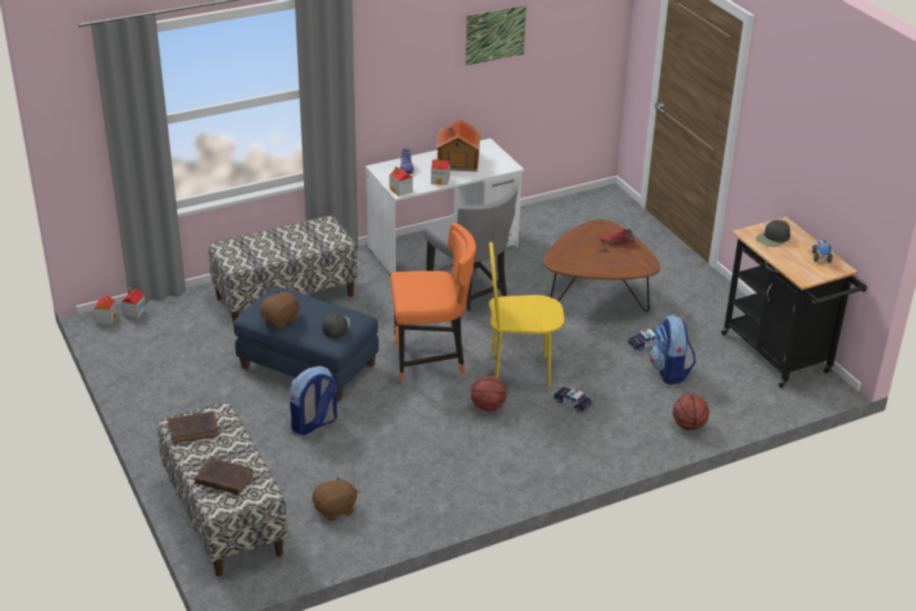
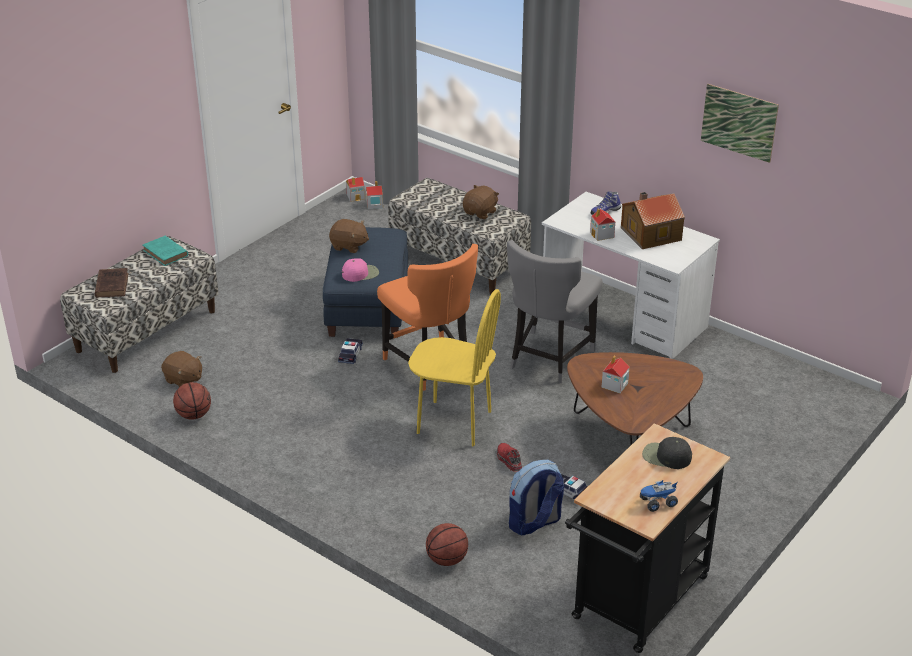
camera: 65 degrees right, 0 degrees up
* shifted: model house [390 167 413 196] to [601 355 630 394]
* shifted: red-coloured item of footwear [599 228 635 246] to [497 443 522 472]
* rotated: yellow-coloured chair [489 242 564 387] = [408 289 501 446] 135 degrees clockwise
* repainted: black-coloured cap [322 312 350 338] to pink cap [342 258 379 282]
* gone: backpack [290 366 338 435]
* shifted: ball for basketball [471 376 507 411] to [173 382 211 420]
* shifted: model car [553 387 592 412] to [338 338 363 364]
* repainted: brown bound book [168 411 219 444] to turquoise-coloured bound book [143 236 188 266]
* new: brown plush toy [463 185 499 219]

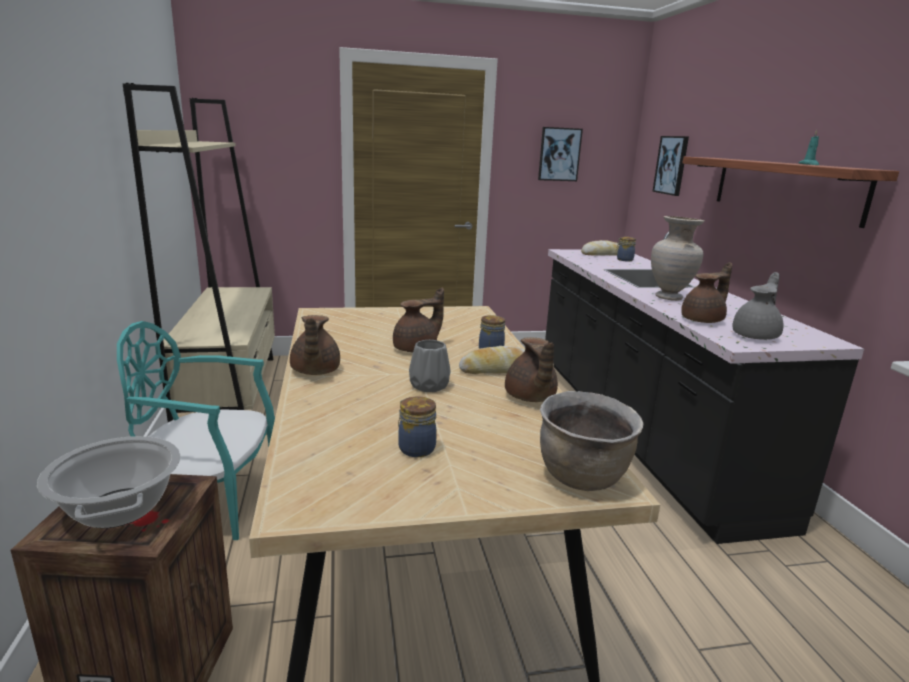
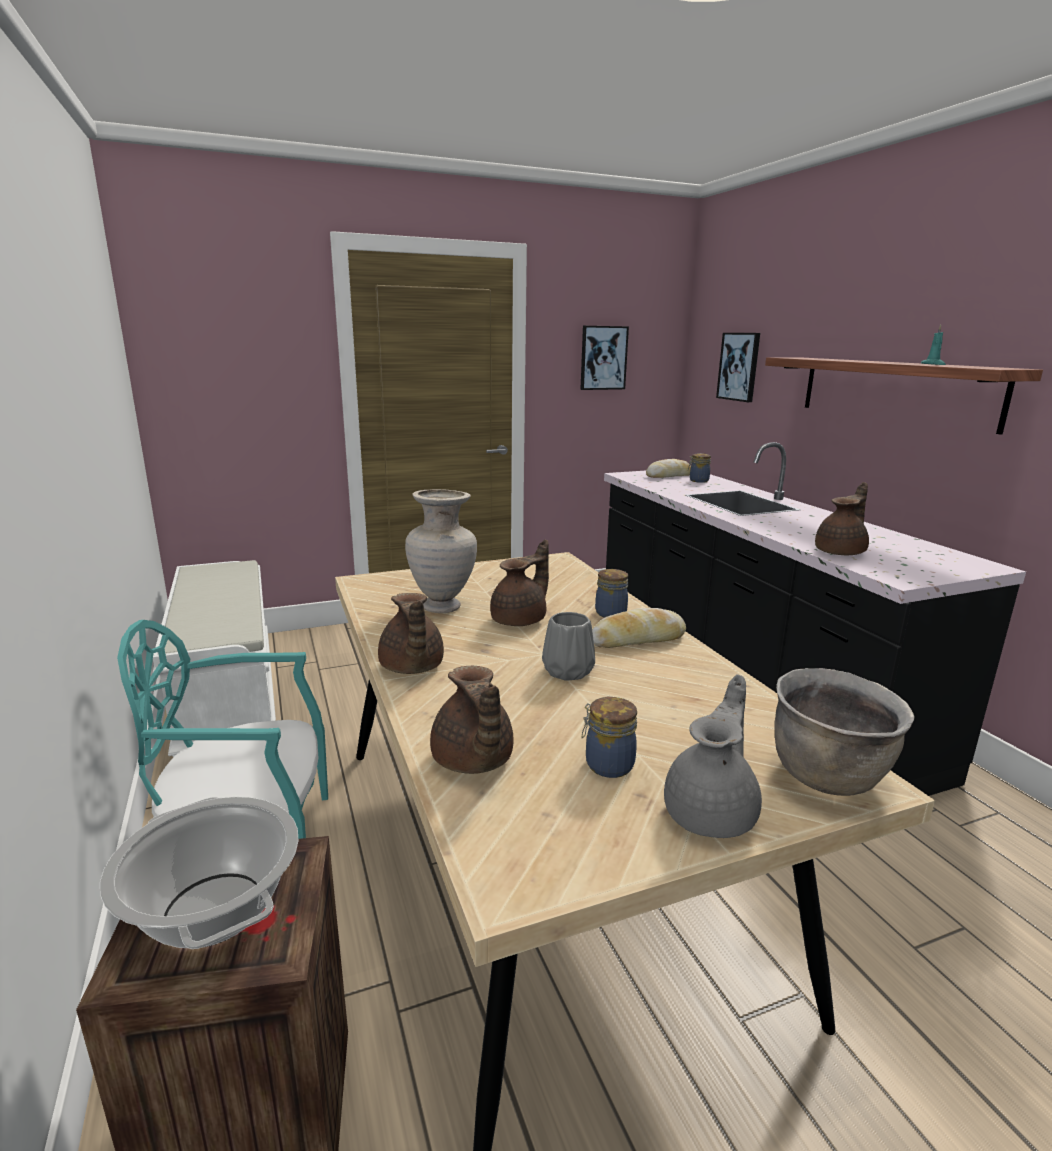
camera: 10 degrees left, 0 degrees up
* swapped: beige bookshelf [123 83 275 422] to white-coloured long seat [153 560 276 757]
* shifted: beige flower vase [651 216 705 301] to [405 489 477 613]
* shifted: grey pot for tea [733 272 783 340] to [664 674 762 838]
* shifted: brown pot for tea [505 337 558 402] to [430 666 514 774]

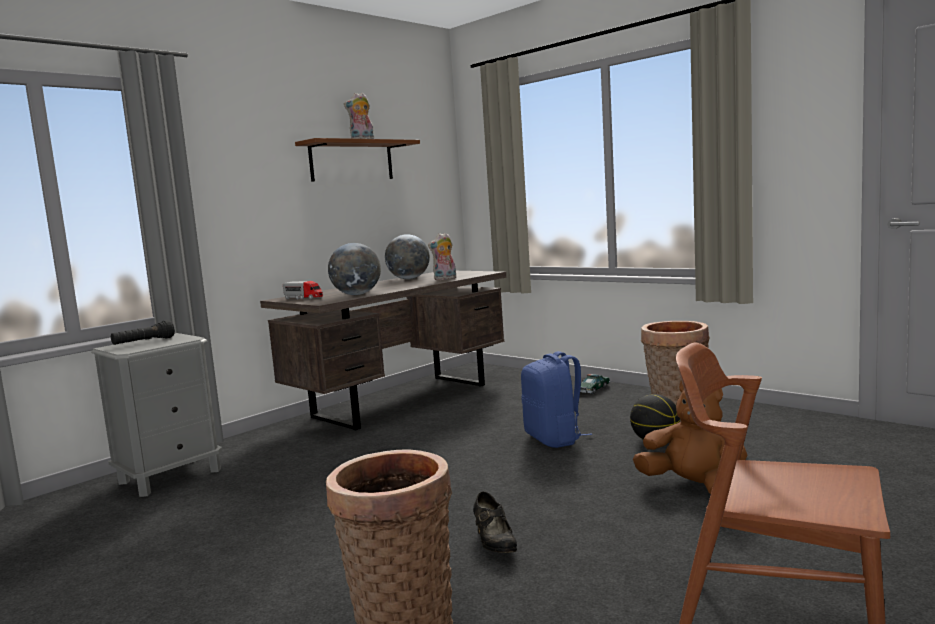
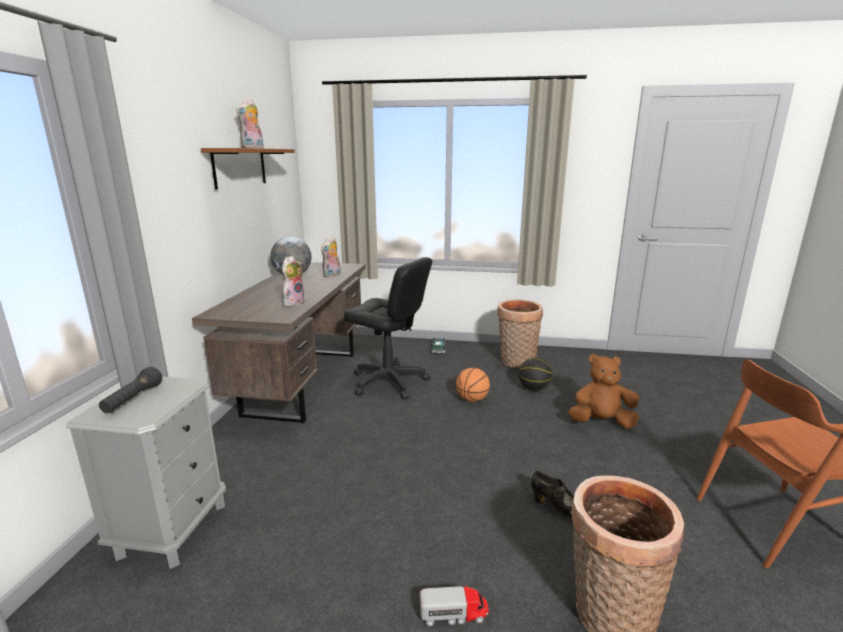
camera: 35 degrees left, 10 degrees up
* swapped: world globe [328 243 381 295] to plush toy [282 256 305 307]
* shifted: toy truck [283 281 323 300] to [420 586 489 626]
* swapped: bluish backpack [521 351 592 448] to ball for basketball [456 368 490 402]
* new: black-coloured computer chair [344 257 432 399]

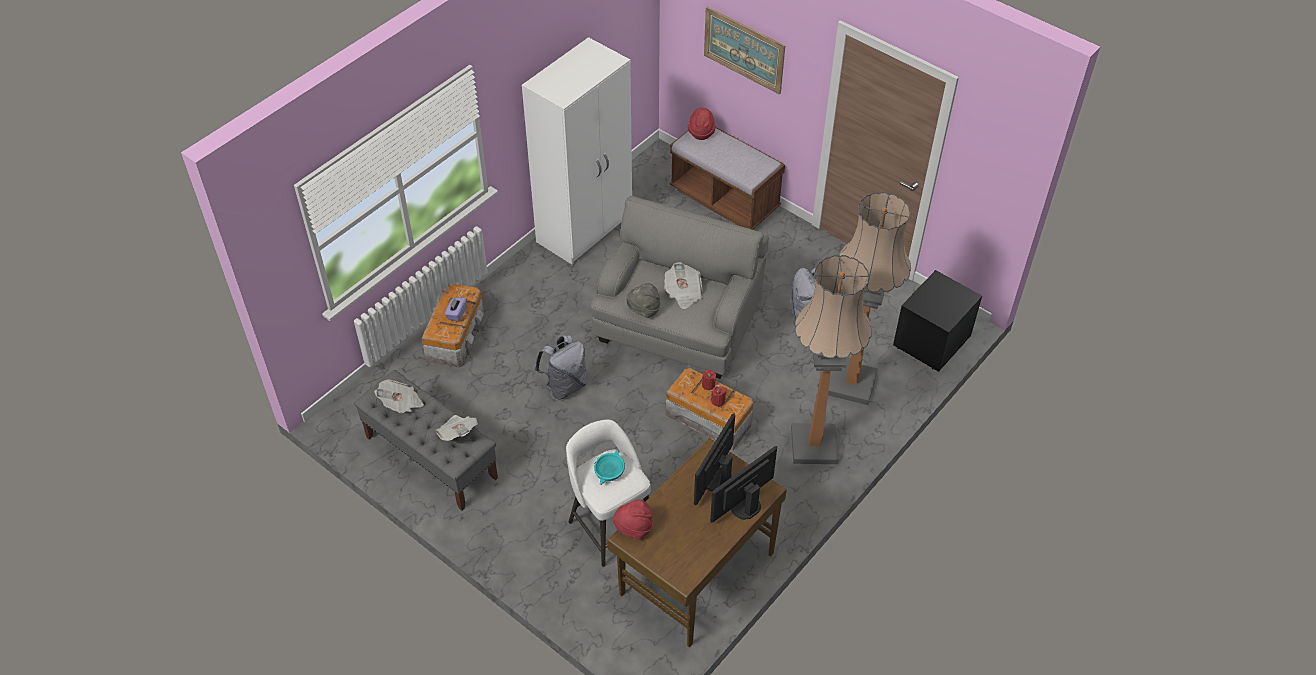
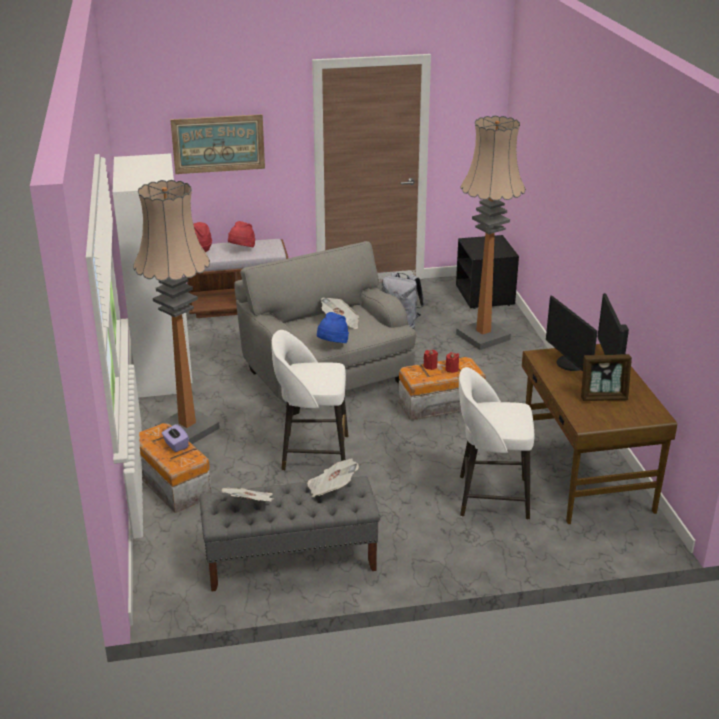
camera: 50 degrees left, 20 degrees down
* shifted: floor lamp [791 255 872 464] to [133 180 220 444]
* repainted: grey wearable hat [626 283 660 318] to bluish wearable hat [317 312 349 343]
* swapped: grey backpack [535 335 587 399] to white-coloured sitting stool [271 330 349 471]
* gone: turquoise-coloured serving bowl [594 450 625 485]
* shifted: red-coloured wearable hat [613 499 653 540] to [228 221 255 247]
* new: photo frame [581 354 632 401]

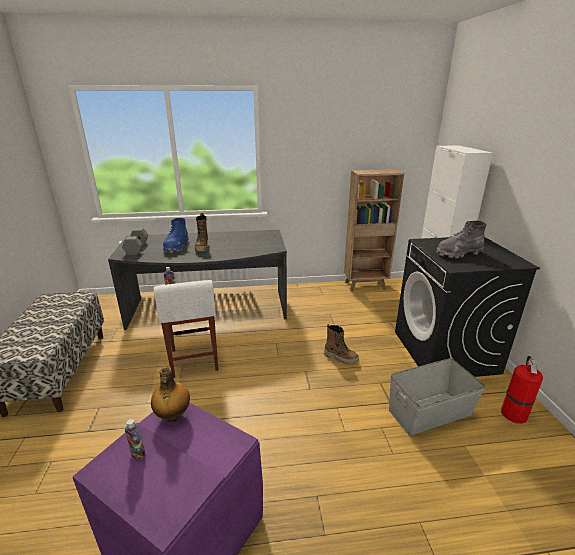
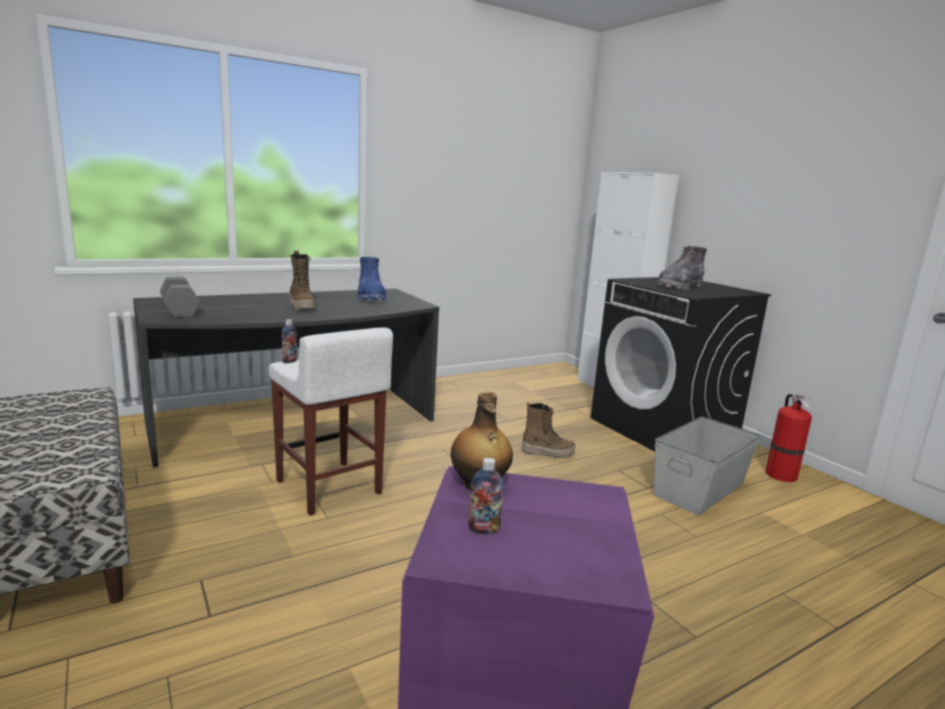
camera: 25 degrees left, 10 degrees down
* gone: brown bookshelf [344 169 404 292]
* shifted: bluish high-top boot [163 218 189 253] to [357 257 386 302]

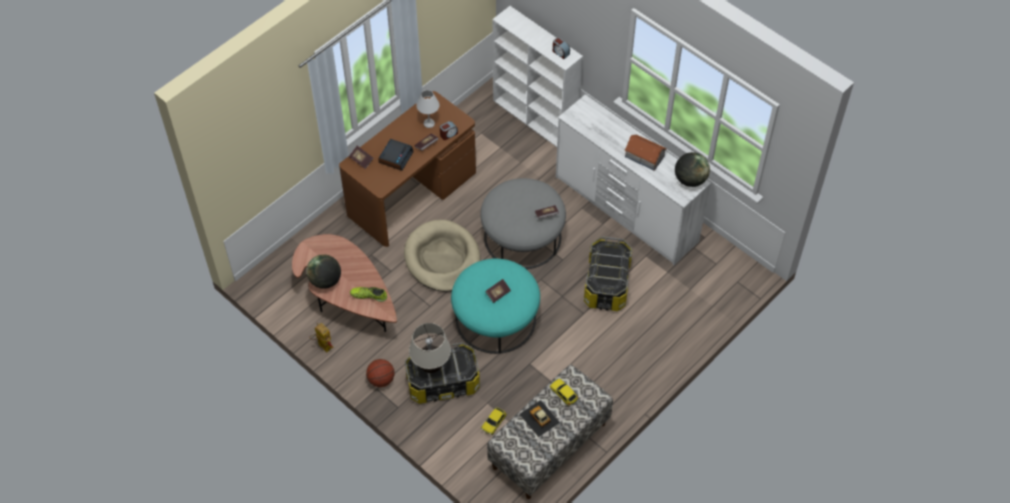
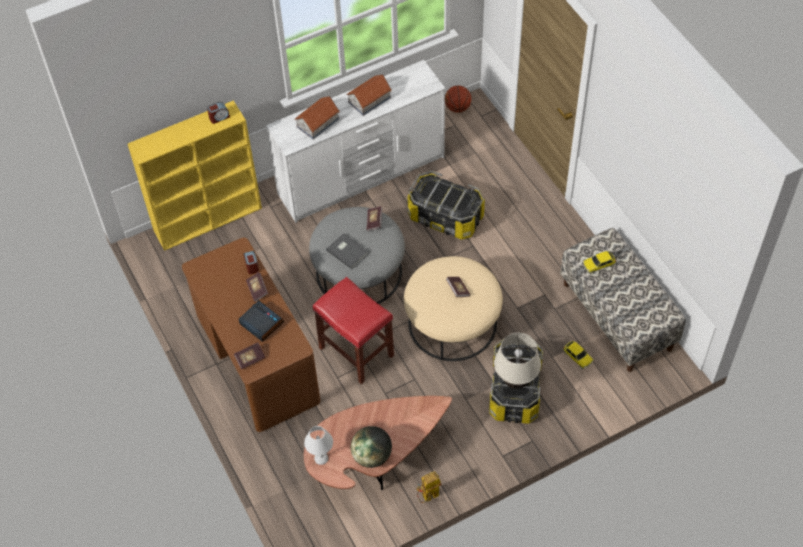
camera: 70 degrees left, 0 degrees up
* repainted: white-coloured bookshelf [492 6 583 147] to yellow-coloured bookshelf [128 100 262 251]
* shifted: white-coloured table lamp [416 90 440 128] to [304 426 333 465]
* gone: world globe [675 152 710 187]
* swapped: beige dog bed [404 220 481 292] to red-coloured sitting stool [313 277 394 384]
* repainted: turquoise-coloured pouffe [451 259 540 354] to beige pouffe [404 256 503 361]
* gone: item of footwear [350 287 387 302]
* shifted: ball for basketball [366 359 395 387] to [445 86 471 113]
* gone: model car [520 400 560 437]
* new: model house [294 96 340 139]
* new: grey bound book [326 233 368 269]

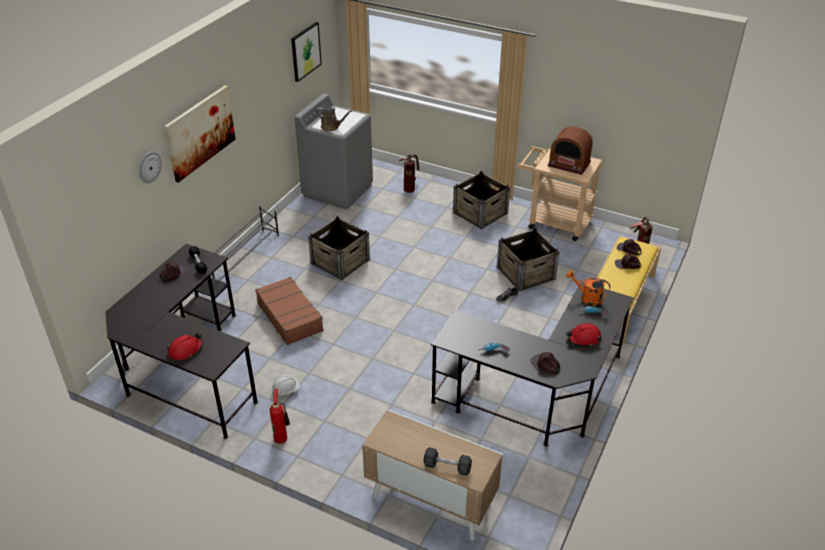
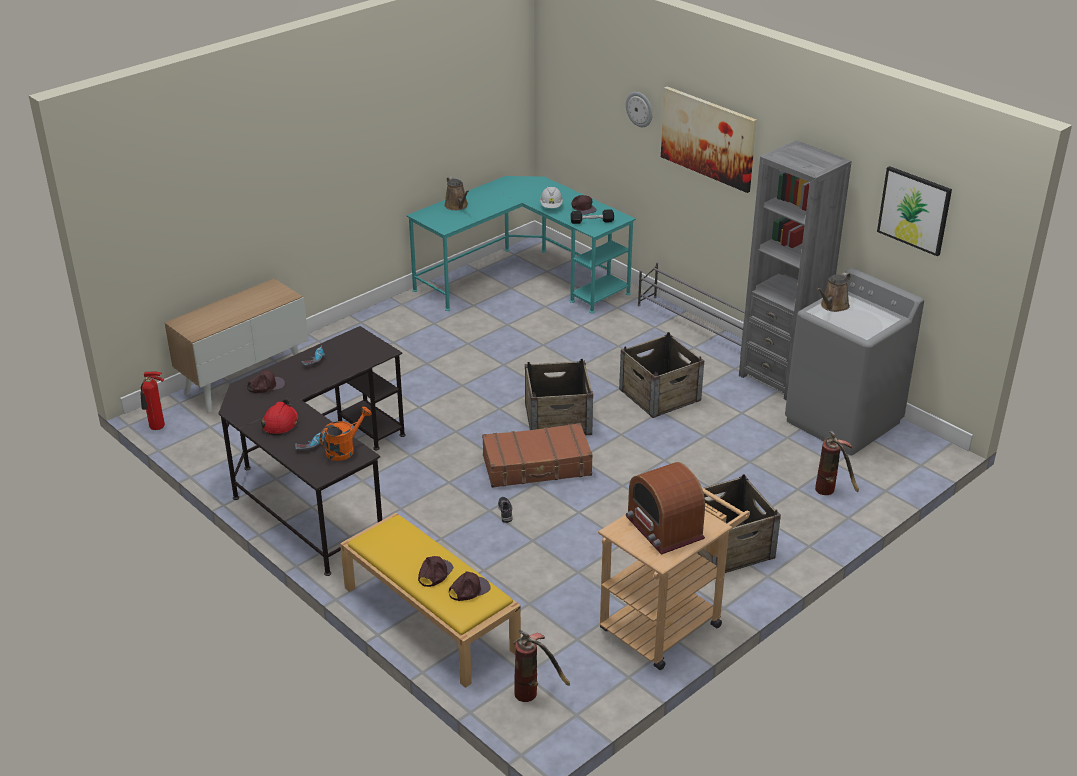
camera: 110 degrees right, 5 degrees down
* rotated: radio set [548 126 593 175] = [626 462 705 555] 75 degrees counterclockwise
* shifted: crate [497 228 560 291] to [525 359 593 435]
* repainted: black-coloured desk unit [105 244 258 439] to turquoise-coloured desk unit [406 176 636 313]
* shifted: brown piece of luggage [255 277 324 345] to [482 423 593 488]
* swapped: red-coloured work helmet [167 333 203 361] to brown watering can [444 176 469 210]
* shifted: white-coloured work helmet [272 375 300 395] to [540 187 563 208]
* shifted: fire-fighting cylinder [270 389 290 444] to [140 372 165 430]
* gone: grey free weight [423 447 472 475]
* new: grey bookshelf [739 140 852 401]

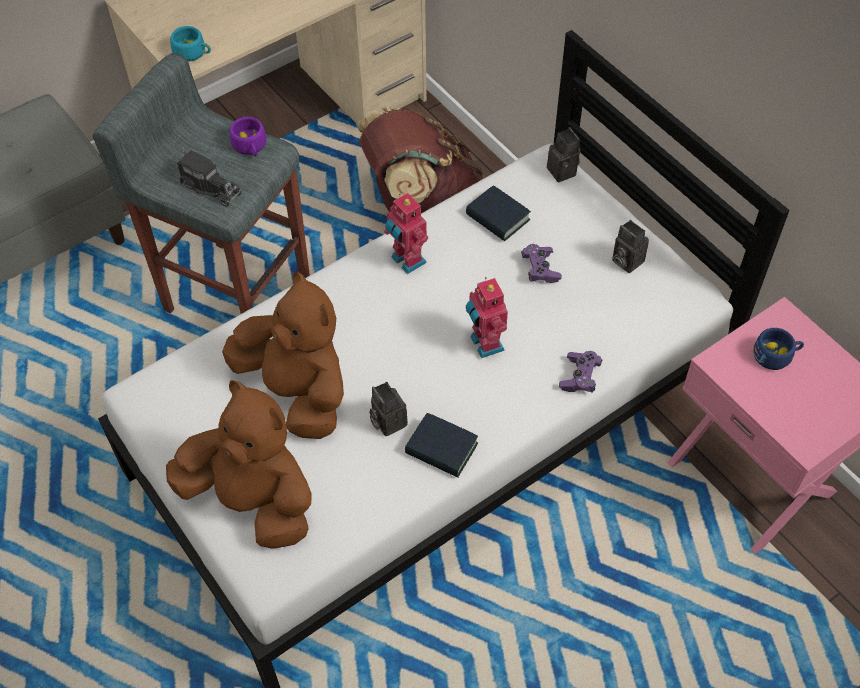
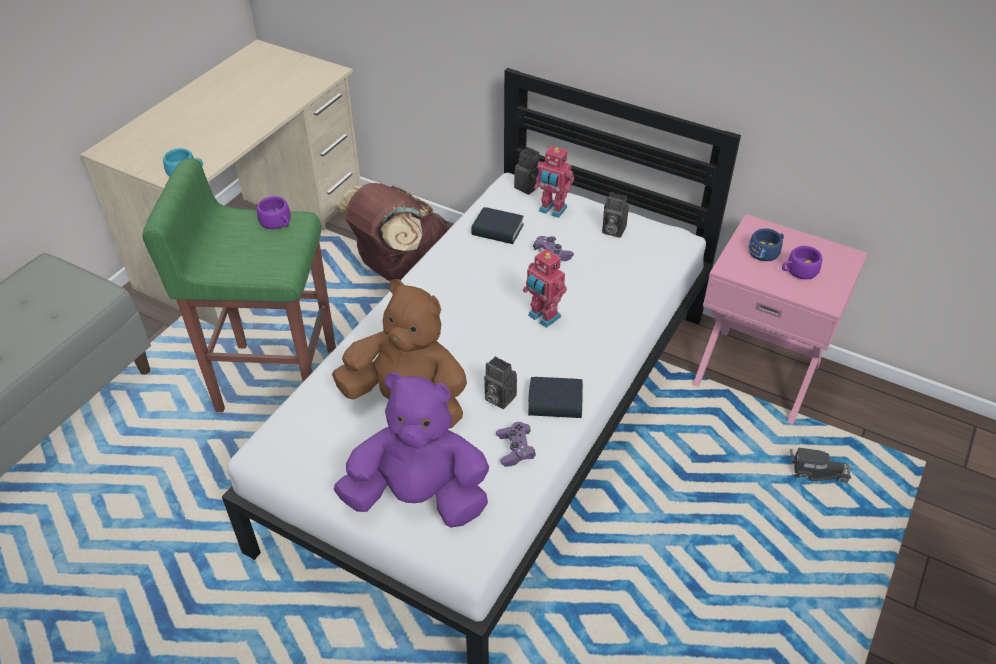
camera: 25 degrees left, 10 degrees down
* repainted: grey sitting stool [93 53 310 314] to green sitting stool [142 158 336 412]
* shifted: toy truck [177 147 241 207] to [790 447 851 483]
* shifted: model robot [384 193 428 274] to [534 146 574 218]
* shifted: purplish game controller [559 351 603 393] to [496 422 536 467]
* repainted: brown plush toy [166 380 312 549] to purplish plush toy [334 372 489 528]
* new: purplish drinking cup [782 246 823 279]

